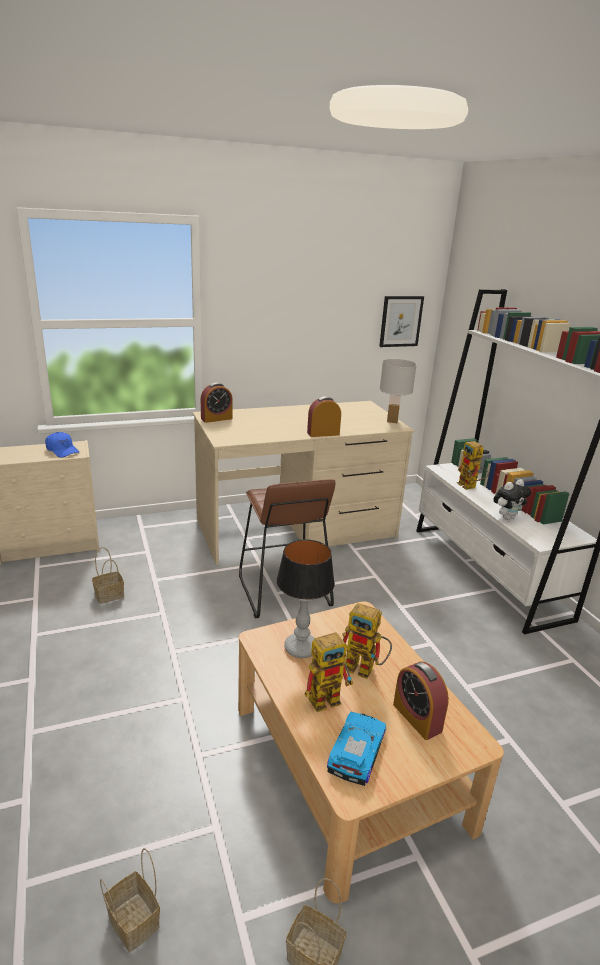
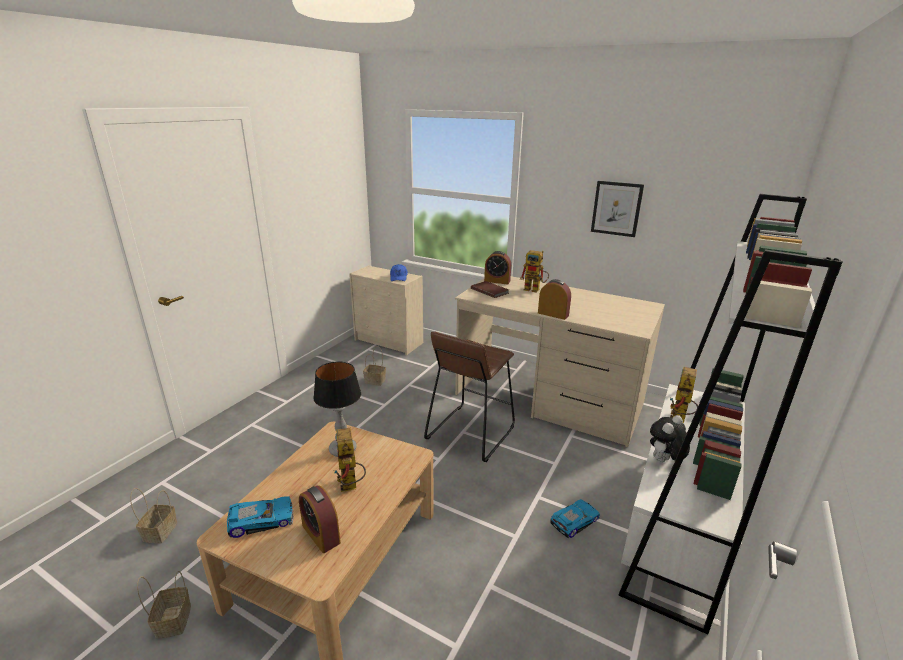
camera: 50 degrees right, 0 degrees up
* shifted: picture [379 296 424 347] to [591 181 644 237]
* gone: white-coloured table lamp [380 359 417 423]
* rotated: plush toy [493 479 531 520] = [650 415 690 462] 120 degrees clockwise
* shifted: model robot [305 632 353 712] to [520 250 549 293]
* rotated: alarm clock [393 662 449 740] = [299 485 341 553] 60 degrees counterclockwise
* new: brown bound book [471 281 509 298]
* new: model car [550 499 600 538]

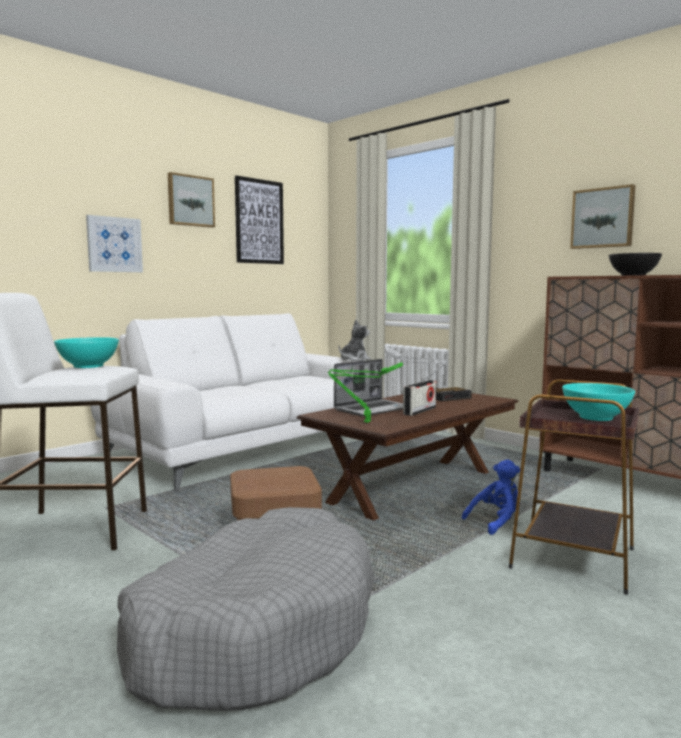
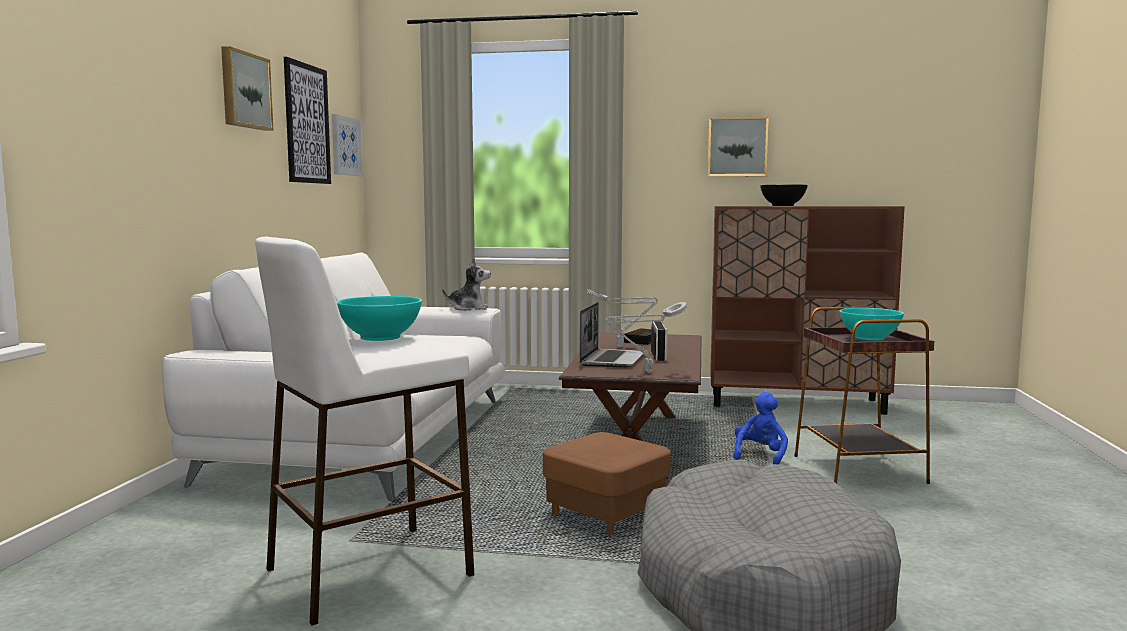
camera: 35 degrees left, 0 degrees up
* shifted: picture [86 215 143 272] to [332 114 363 176]
* rotated: plush toy [339 320 370 361] = [442 258 491 311] 75 degrees clockwise
* repainted: green table lamp [328 362 403 423] to grey table lamp [606 302 688 373]

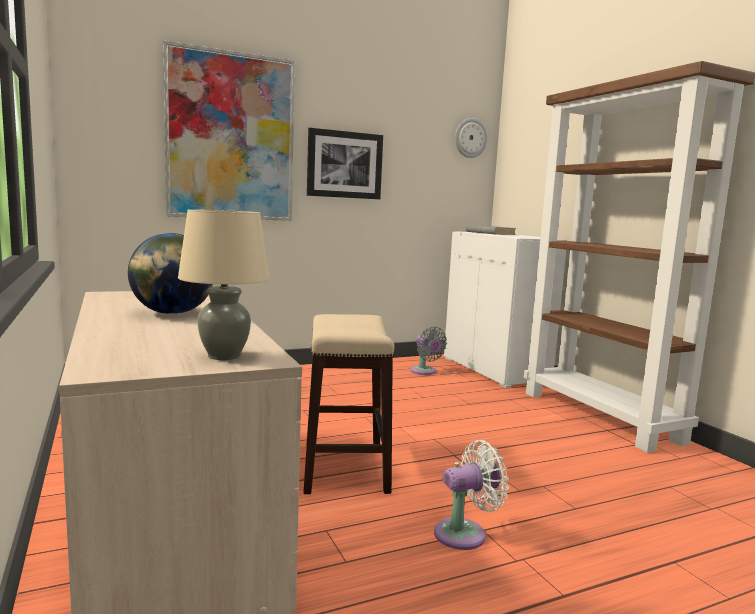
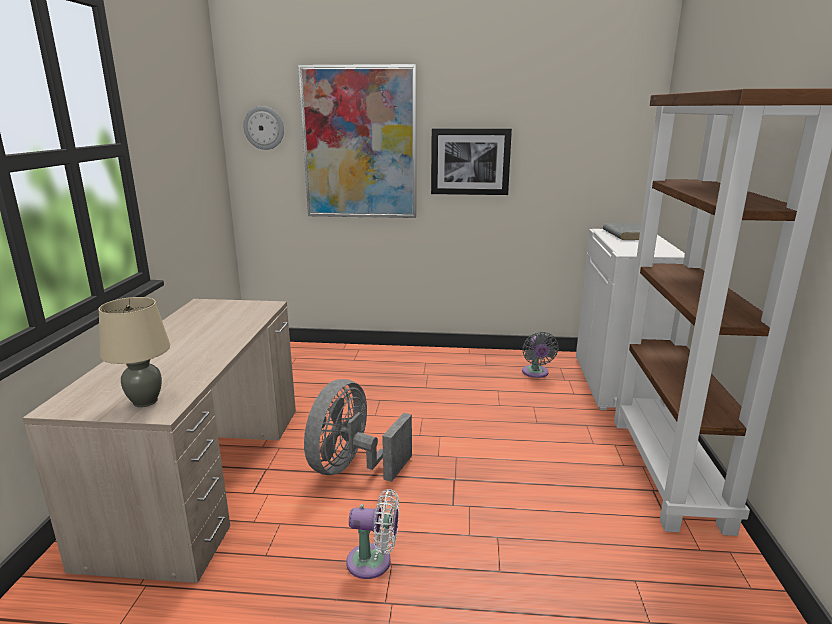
camera: 30 degrees right, 10 degrees up
* shifted: hanging clock [455 118 488 158] to [243 106 284 150]
* gone: world globe [128 233 213 314]
* swapped: sitting stool [303 314 394 494] to grey electric fan [304 379 412 482]

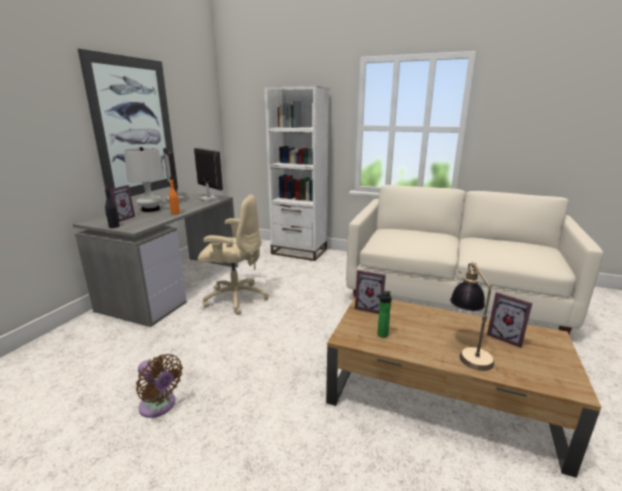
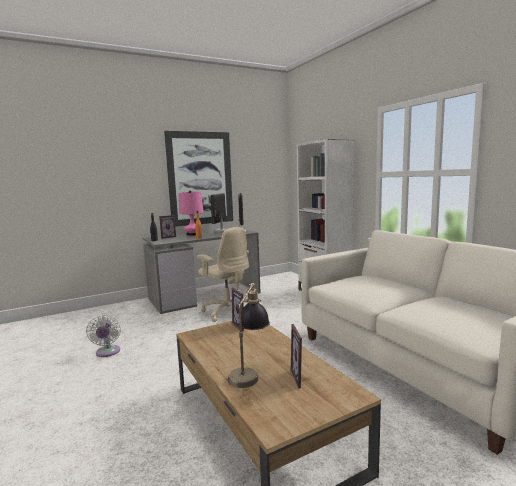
camera: 40 degrees right, 10 degrees down
* repainted: white-coloured table lamp [124 147 164 212] to pink table lamp [179 190 204 236]
* gone: drink bottle [377 291 392 338]
* repainted: brown electric fan [136 354 183 418] to white-coloured electric fan [86 315 121 357]

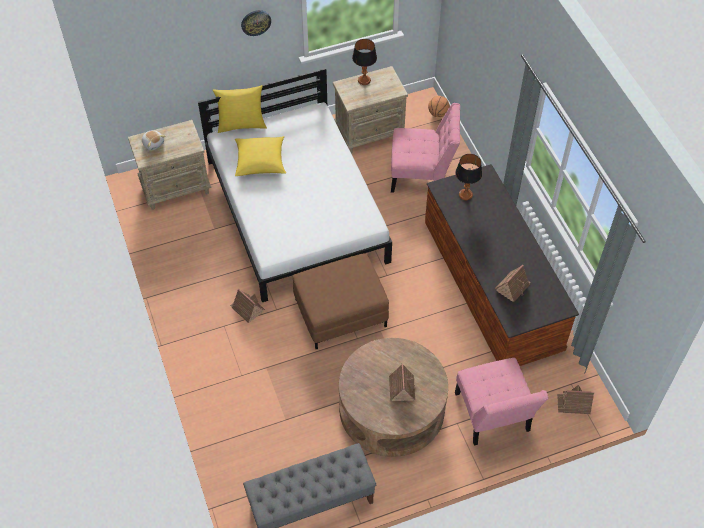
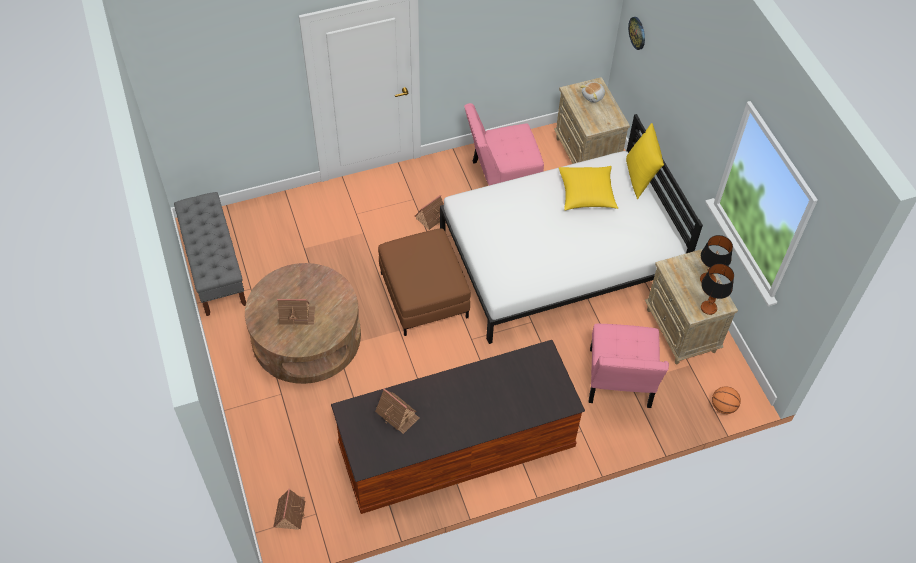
camera: 90 degrees right, 0 degrees up
* shifted: hanging clock [241 10 271 36] to [628 17 645 50]
* shifted: table lamp [455 154 482 200] to [701 264 734 315]
* shifted: pink chair [455 358 548 446] to [464 103 544 185]

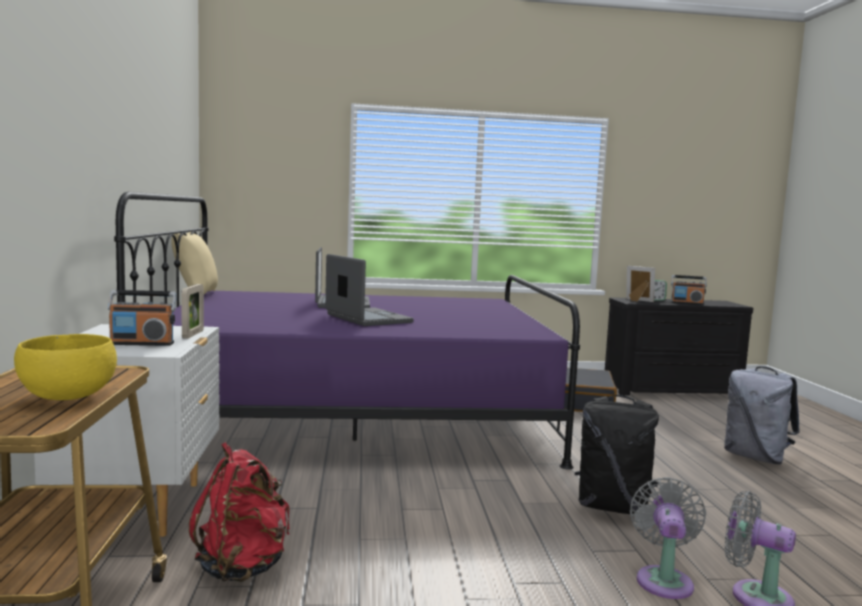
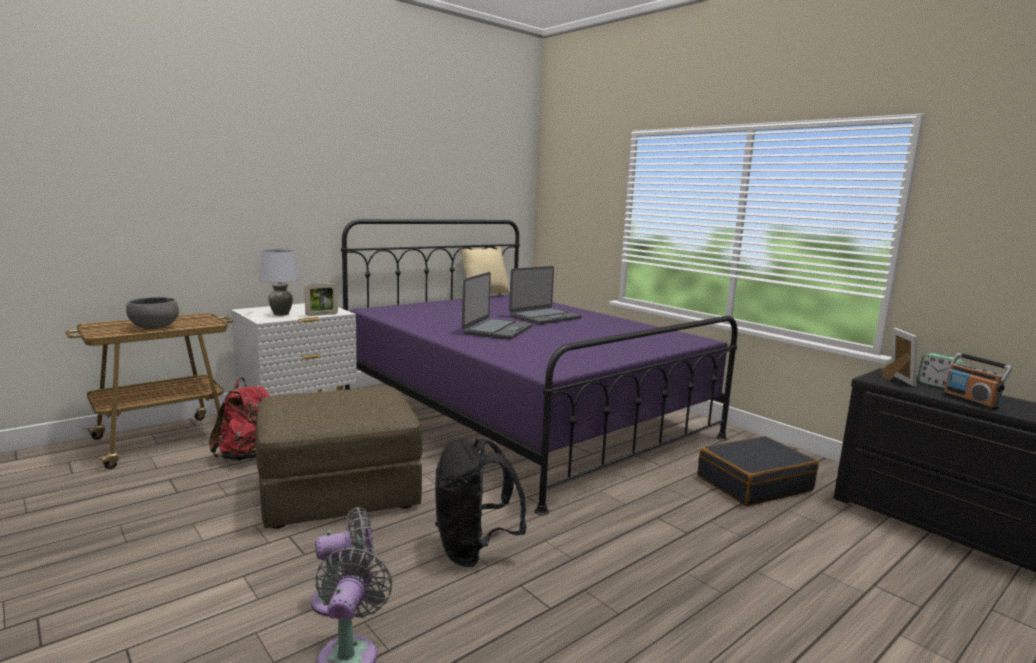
camera: 55 degrees right, 5 degrees up
* swapped: radio set [108 290 177 346] to grey table lamp [259 249 300 316]
* repainted: yellow-coloured serving bowl [14 334 117 400] to grey serving bowl [126 297 179 329]
* gone: grey backpack [724 367 800 465]
* new: brown pouffe [255 386 422 529]

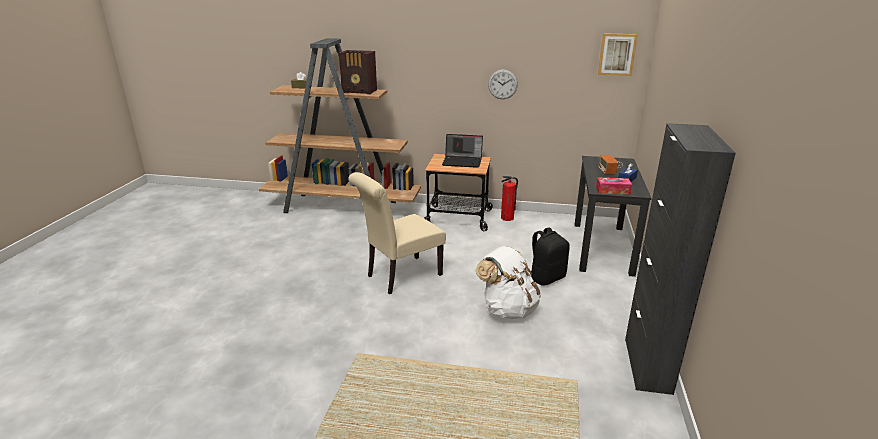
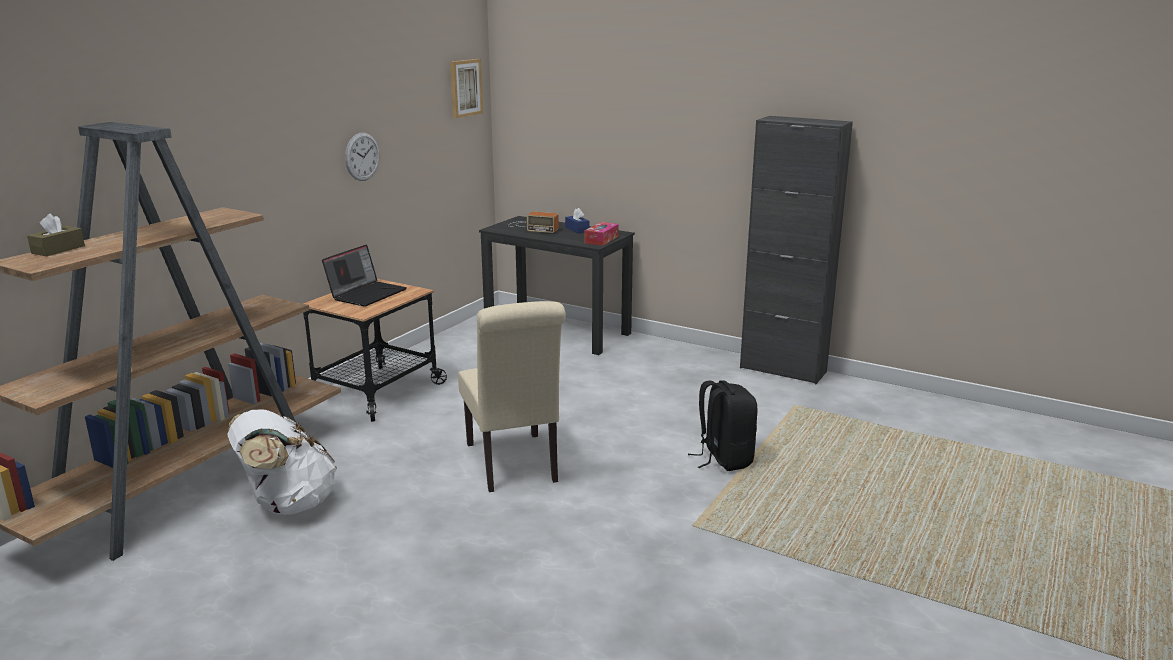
camera: 70 degrees left, 5 degrees down
* gone: radio set [339 50 377 94]
* gone: fire-fighting cylinder [501 176 518 221]
* shifted: black-coloured backpack [531 227 570 286] to [688 380 758 471]
* shifted: white-coloured backpack [475 246 542 319] to [227 409 337 515]

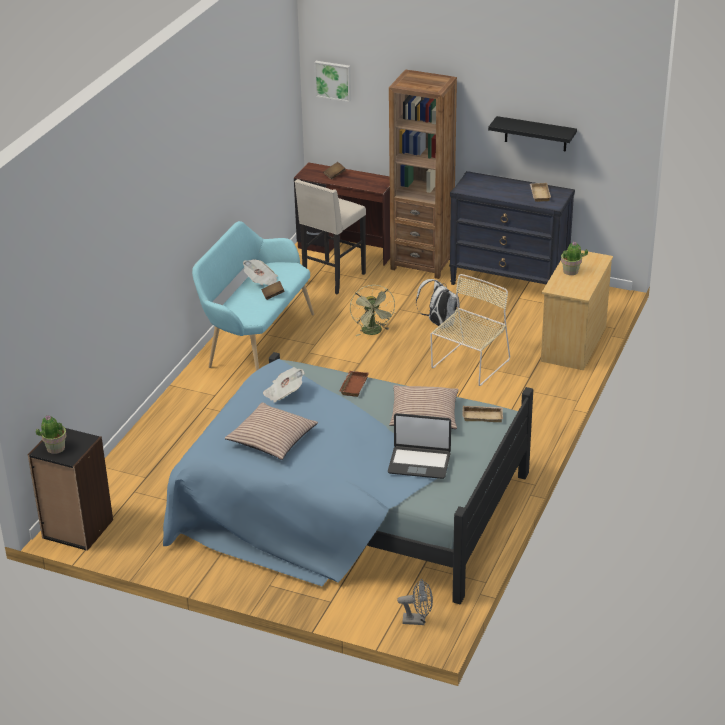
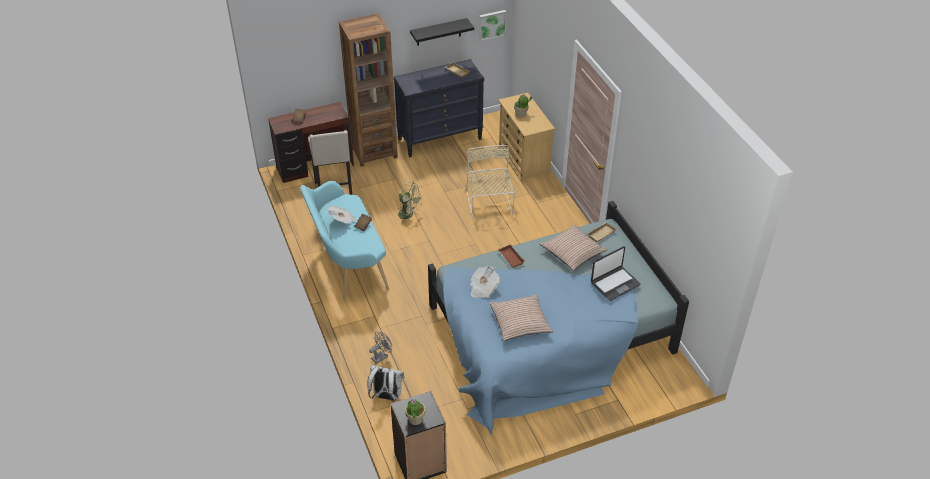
camera: 45 degrees left, 10 degrees up
* shifted: picture [314 61 351 102] to [479 10 506 41]
* shifted: white-coloured backpack [416 279 460 329] to [367 365 404 402]
* shifted: grey electric fan [397 579 433 625] to [369 331 392 364]

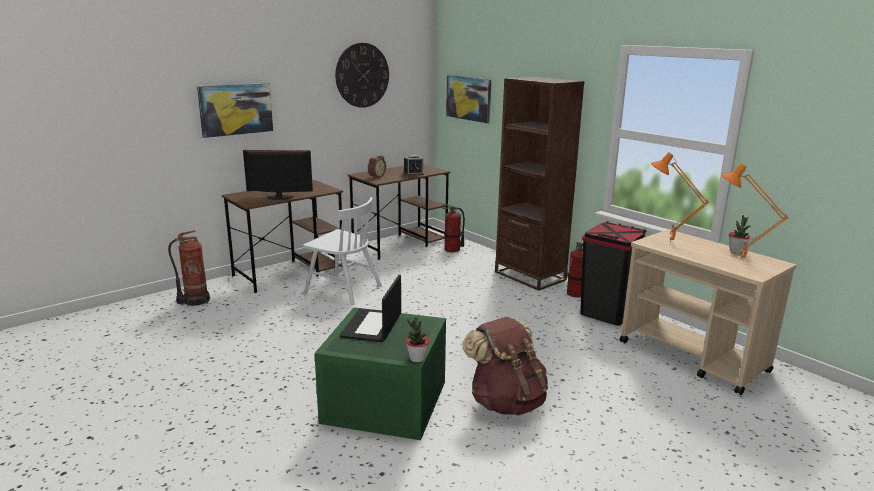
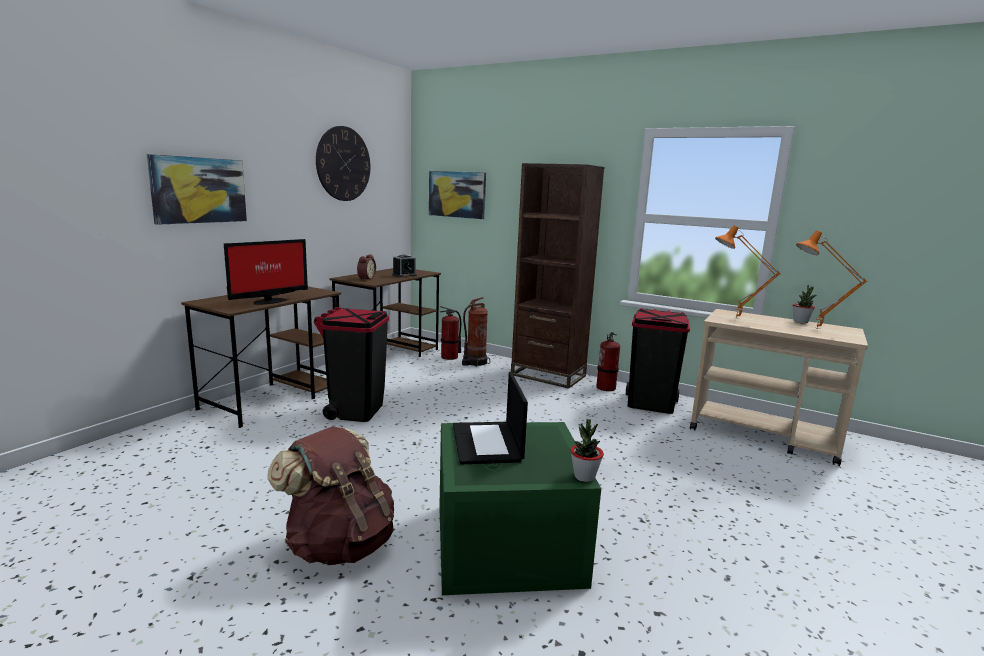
camera: 20 degrees left, 5 degrees down
* rotated: monitor [243 150 313 200] = [224 239 308 305] 150 degrees clockwise
* swapped: white-coloured chair [303 197 382 305] to black-coloured waste bin [314 307 389 422]
* shifted: fire-fighting cylinder [168 231 210 307] to [462 297 490 367]
* shifted: brown backpack [463 317 548 415] to [268 426 394 565]

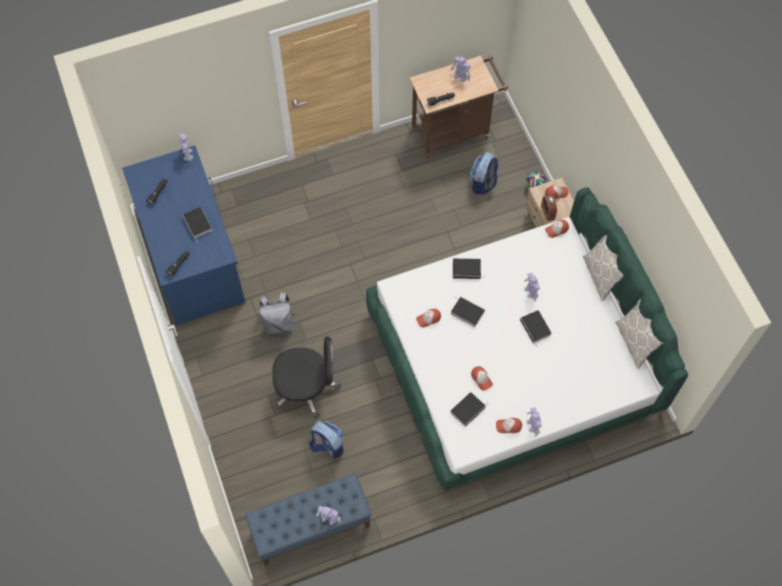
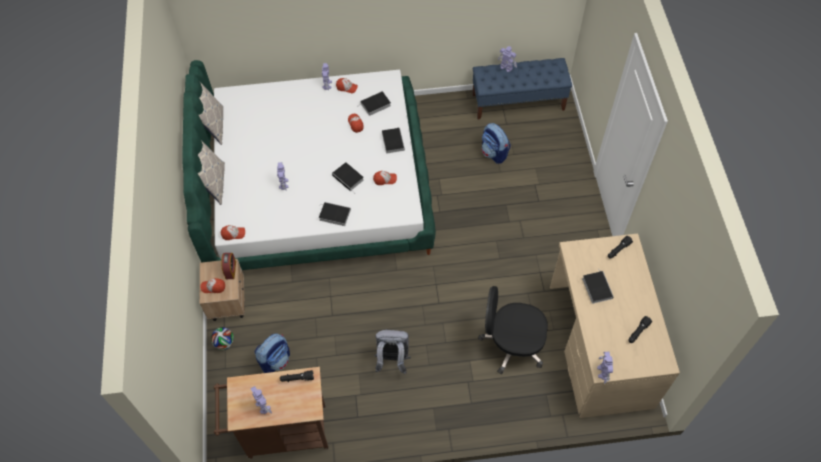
camera: 165 degrees left, 5 degrees down
* repainted: bluish desk unit [122 145 245 325] to beige desk unit [550 234 680 418]
* shifted: grey backpack [259 292 294 334] to [374 329 411 374]
* shifted: bound book [520 310 552 347] to [382 127 405 154]
* shifted: black-coloured computer chair [272 337 341 419] to [478 286 548 374]

